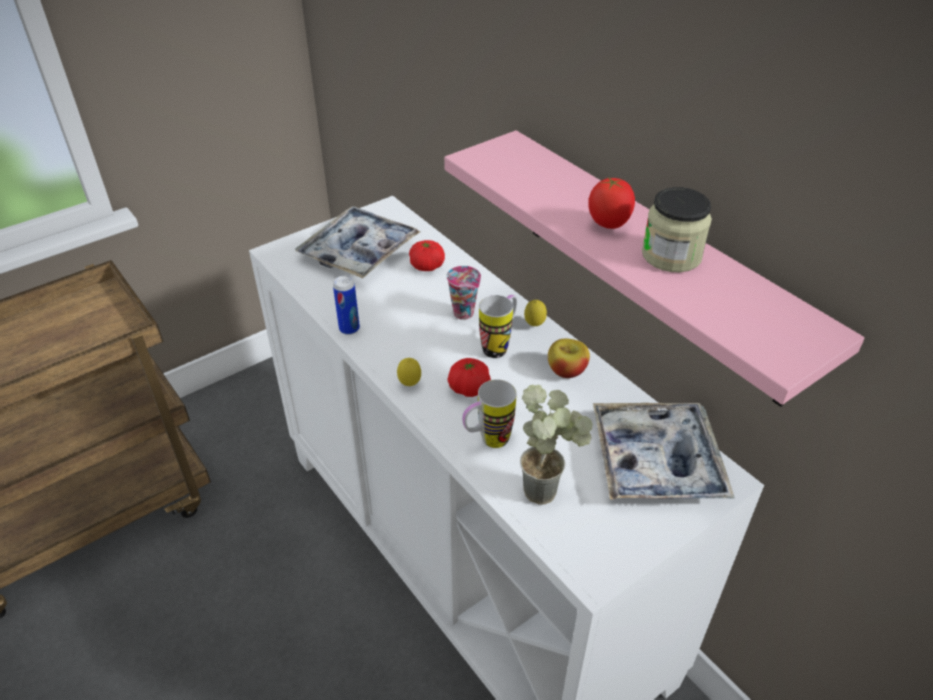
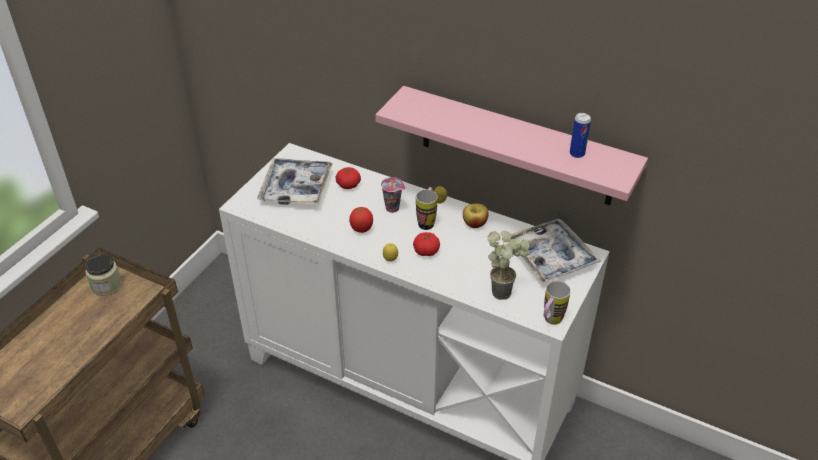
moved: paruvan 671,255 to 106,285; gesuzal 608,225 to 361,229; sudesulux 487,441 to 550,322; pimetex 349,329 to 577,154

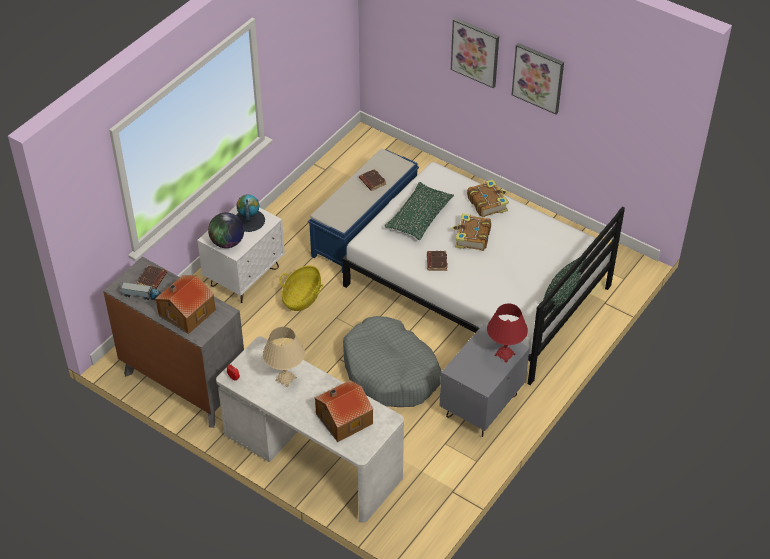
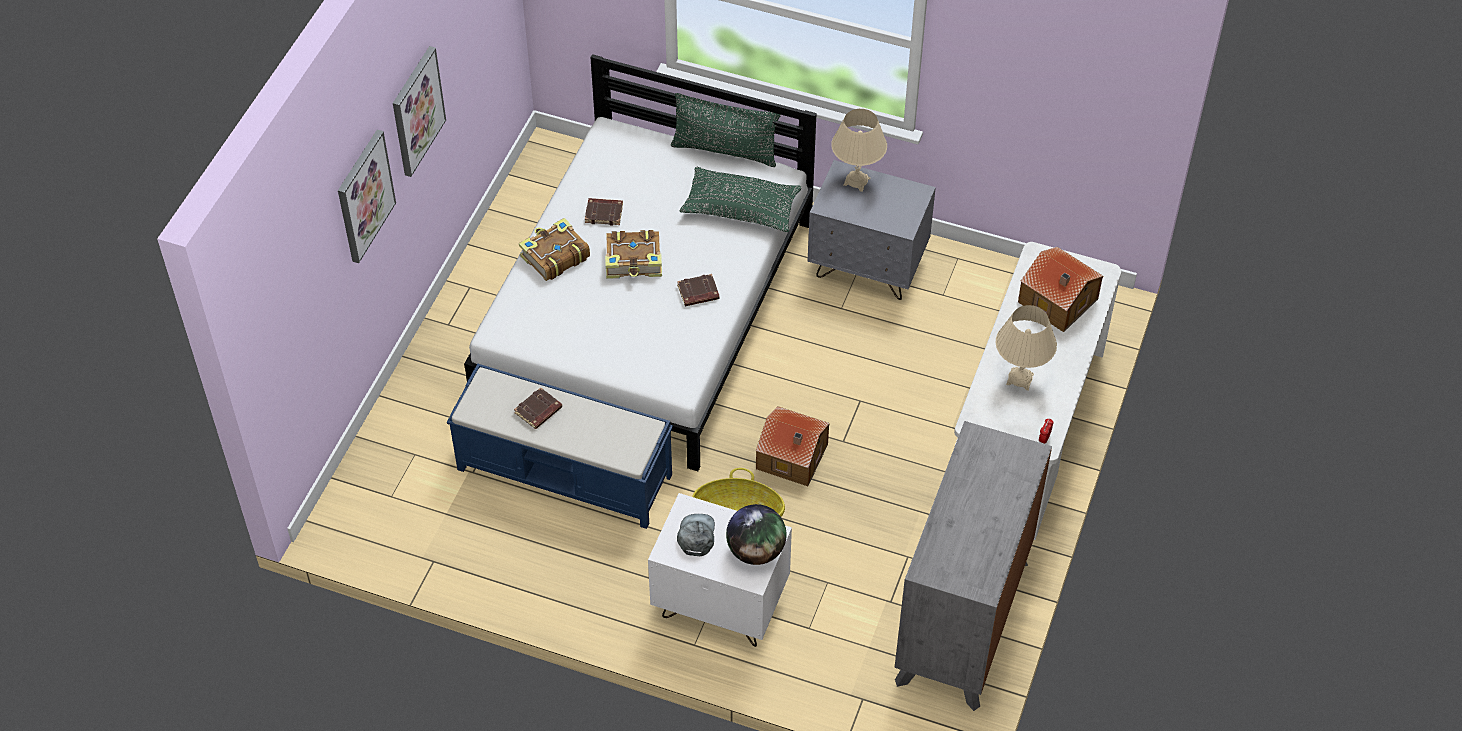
removed: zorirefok 144,296; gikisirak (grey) 391,372
moved: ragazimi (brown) 152,279 to 604,213; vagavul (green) 419,217 to 741,209; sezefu 185,312 to 792,458
replaced: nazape 249,220 to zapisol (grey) 696,536
recoloured: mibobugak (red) 504,354 to mibobugak (beige) 856,181

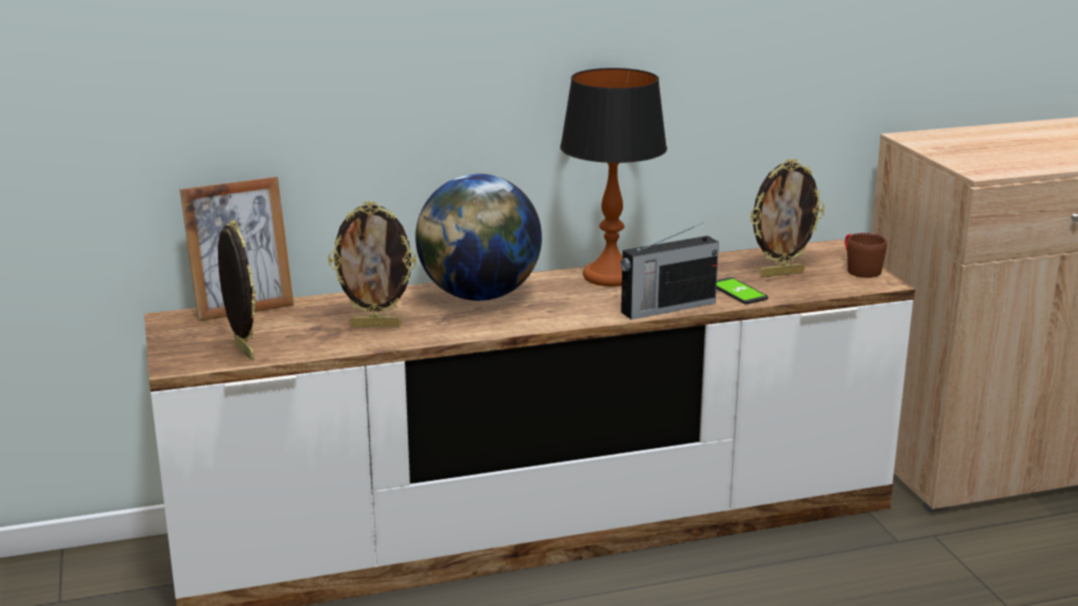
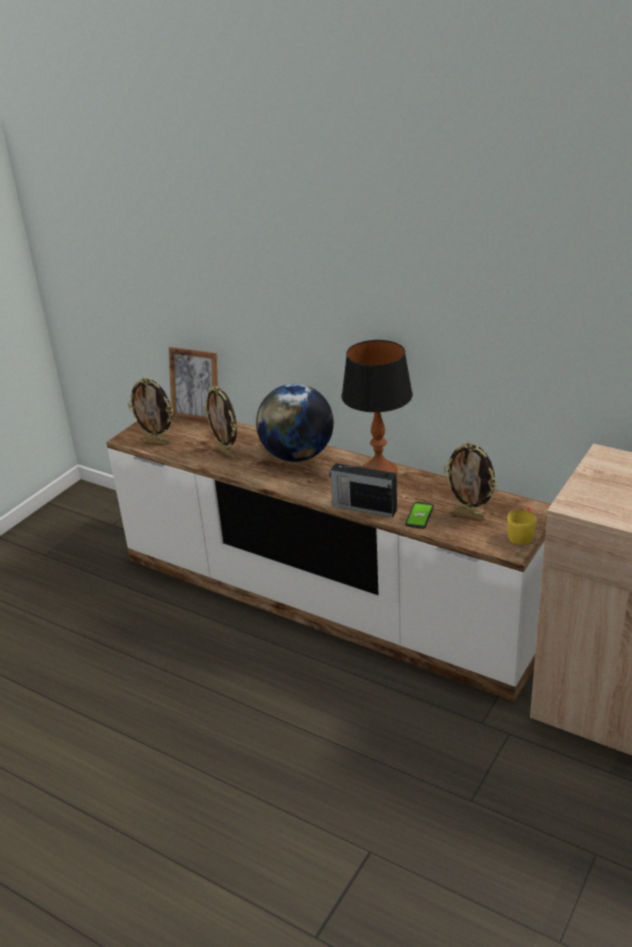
recoloured: sudesulux (brown) 859,269 to sudesulux (yellow) 522,534
turned: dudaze 242,351 = 157,442 90 degrees clockwise

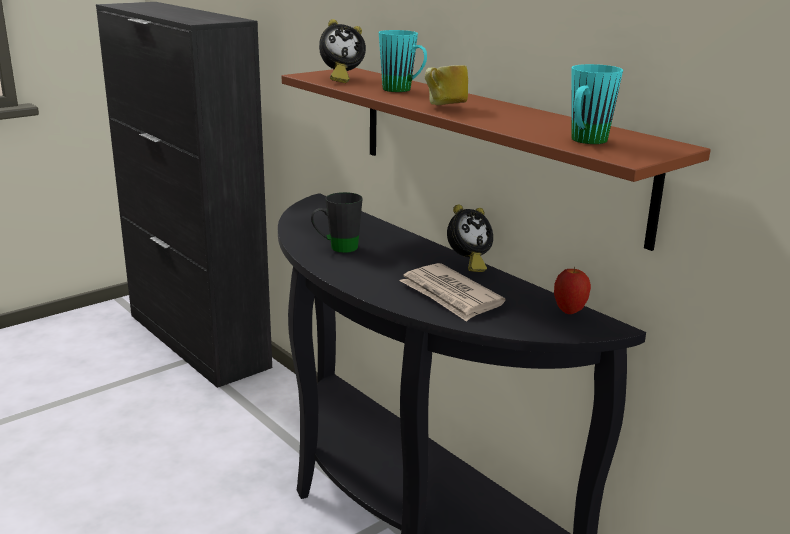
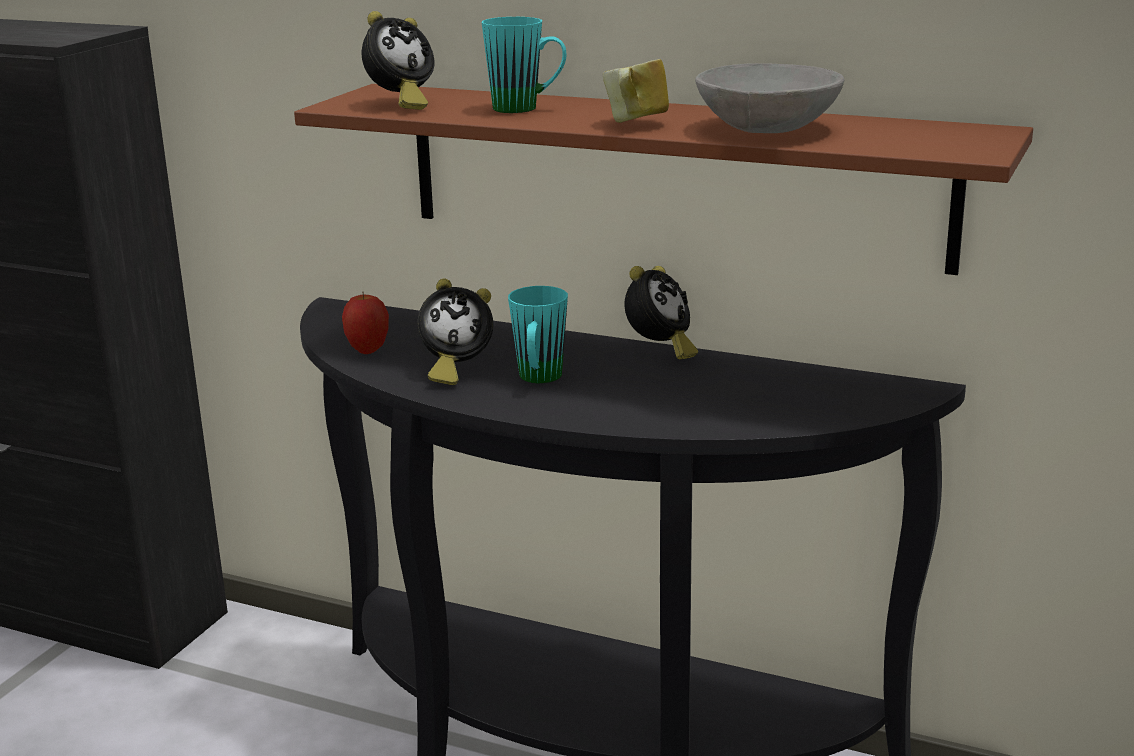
removed: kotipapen 450,296
added: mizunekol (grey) 766,129
moved: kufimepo 569,311 to 368,350; sudesulux (turquoise) 585,142 to 538,380
replaced: sudesulux (black) 337,248 to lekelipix 455,371

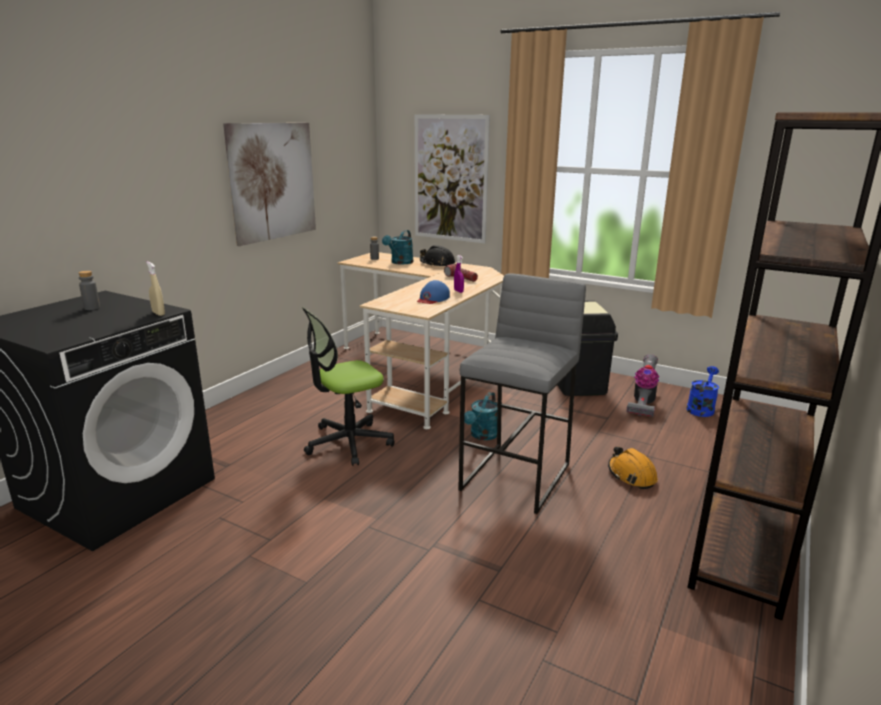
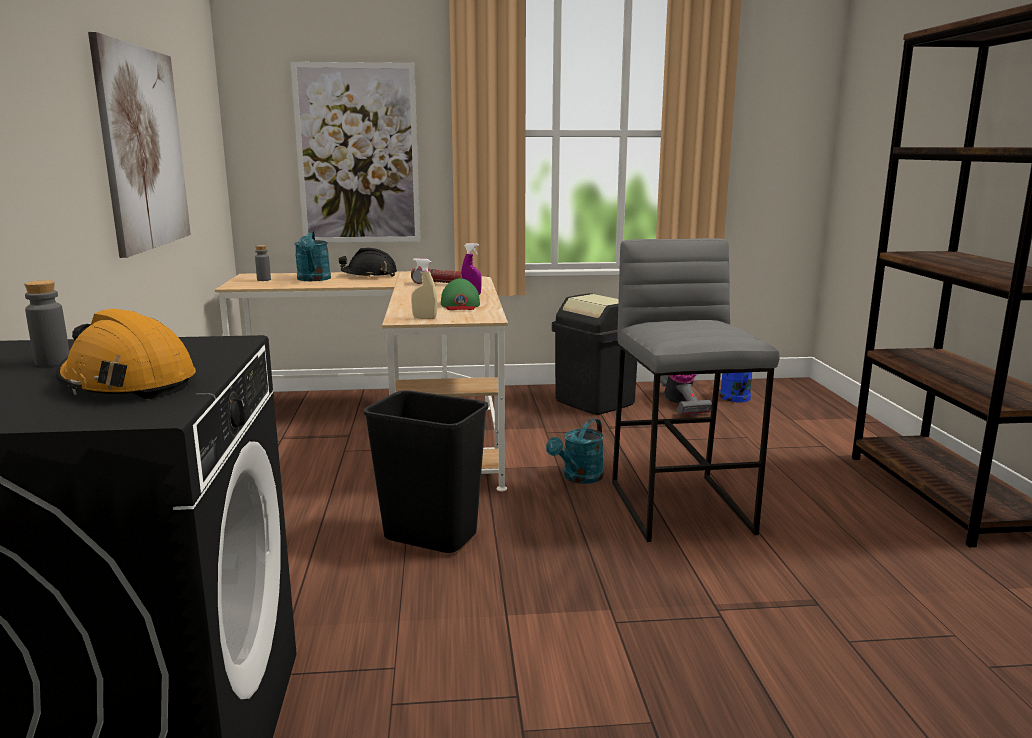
moved: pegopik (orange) 631,475 to 127,383; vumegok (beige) 158,313 to 424,318
replaced: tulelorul 348,443 to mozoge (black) 429,537
recoloured: zapisol (blue) 432,298 to zapisol (green) 460,305
turned: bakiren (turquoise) 482,436 = 579,478 45 degrees clockwise

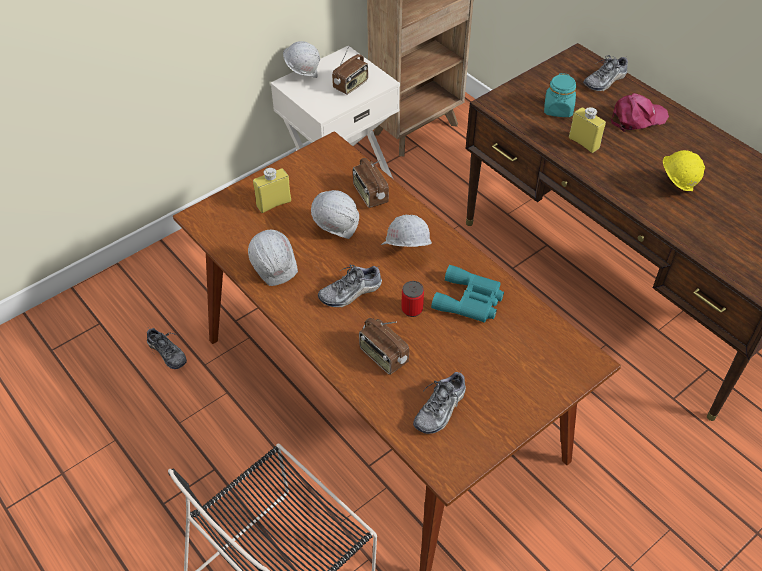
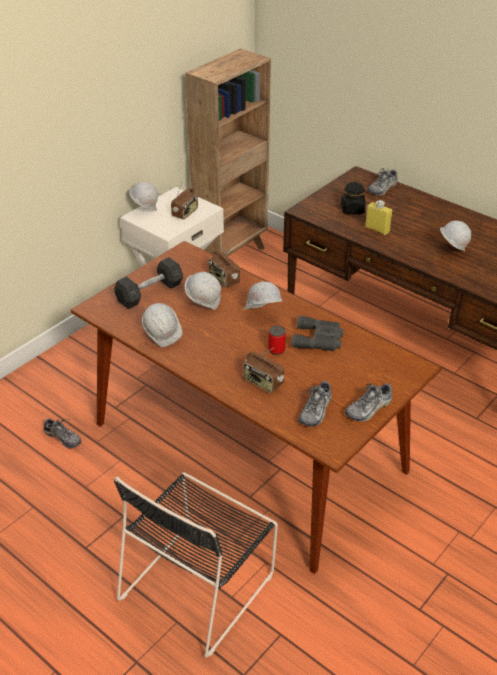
removed: zapisol (pink) 637,118
moved: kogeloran 350,292 to 369,408
replaced: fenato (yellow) 274,203 to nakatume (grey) 150,293
recoloured: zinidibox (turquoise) 470,301 to zinidibox (grey) 319,339; paruvan (turquoise) 558,109 to paruvan (black) 352,210; pegopik (yellow) 675,188 to pegopik (white) 451,251

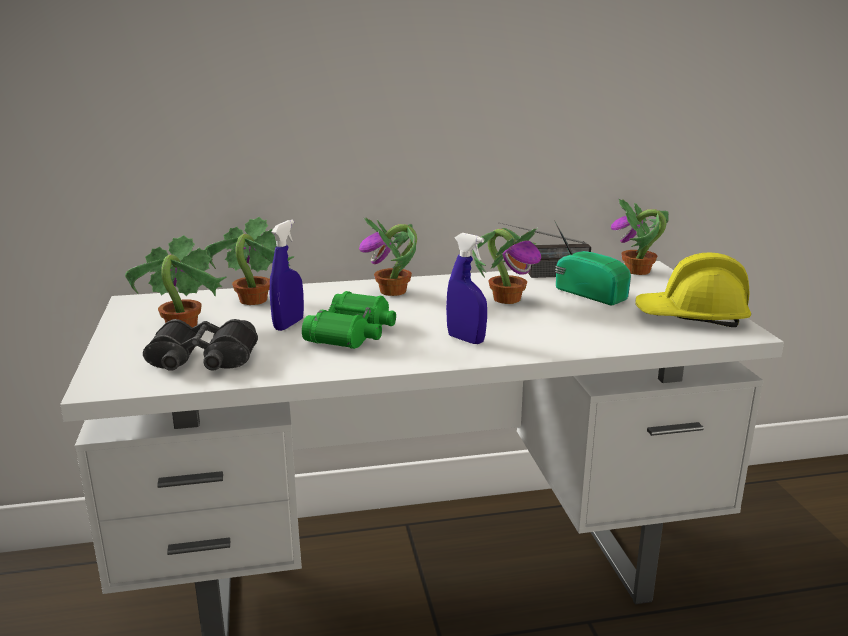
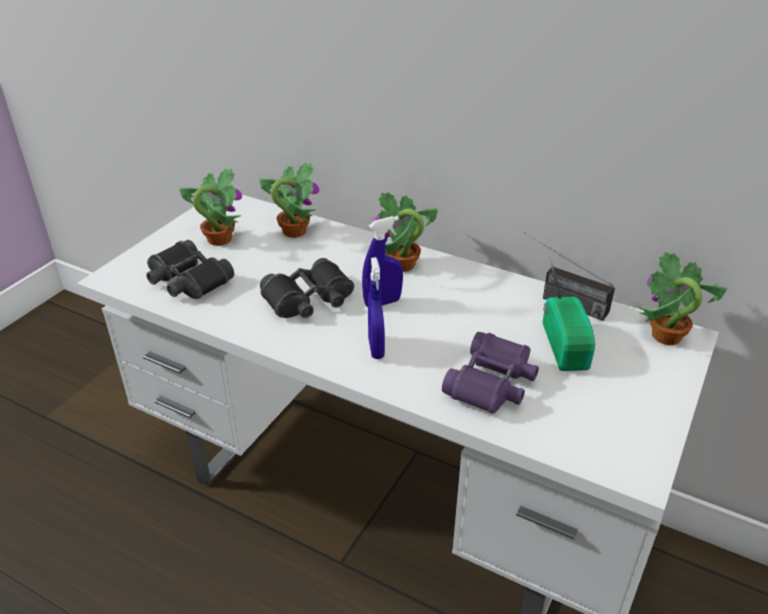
removed: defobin 507,299; pegopik (yellow) 691,317
added: zinidibox (purple) 492,383
moved: vumegok (blue) 288,324 to 382,302
recoloured: zinidibox (green) 353,333 to zinidibox (black) 309,300

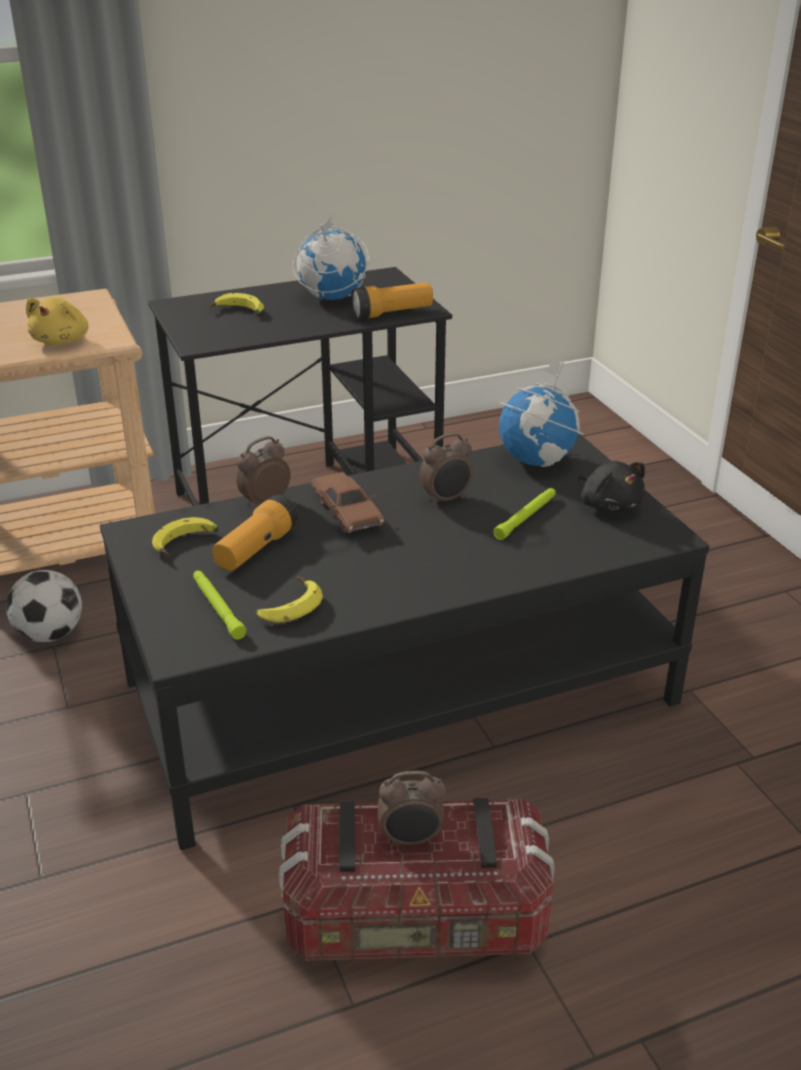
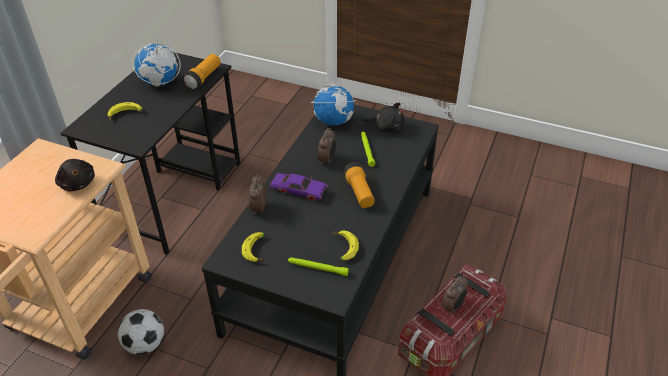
moved: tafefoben 256,549 to 359,192
recoloured: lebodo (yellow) 62,341 to lebodo (black) 77,183; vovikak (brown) 347,512 to vovikak (purple) 298,191

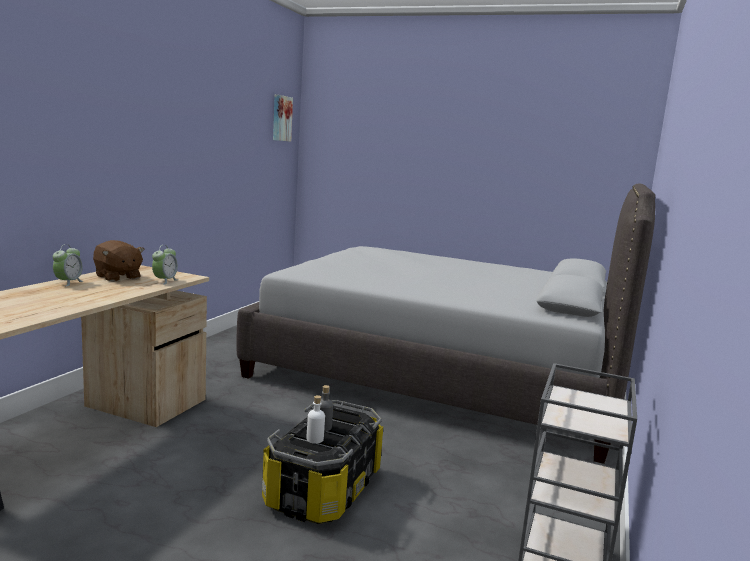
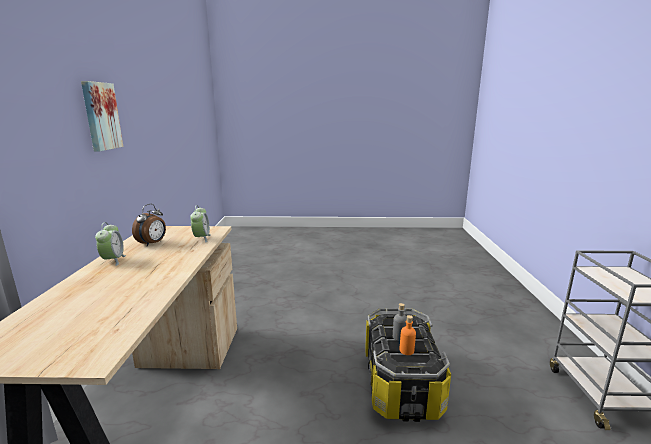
removed: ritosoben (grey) 441,373
moved: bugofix 281,118 to 100,116
replaced: lebodo (brown) 117,277 to lekelipix 153,243
recoloured: fenato (white) 315,439 to fenato (orange) 406,350

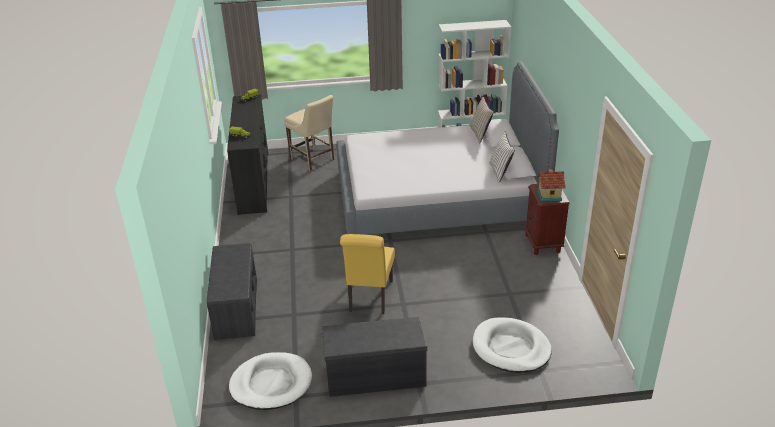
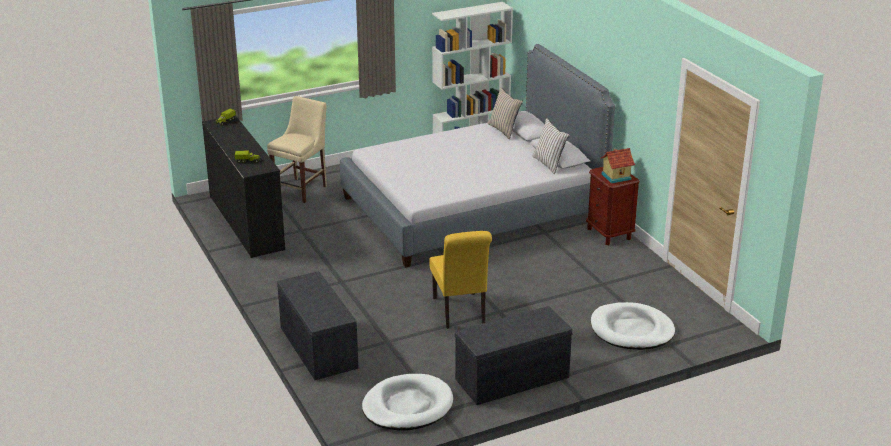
turned: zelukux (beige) 313,160 = 302,189 90 degrees counterclockwise

